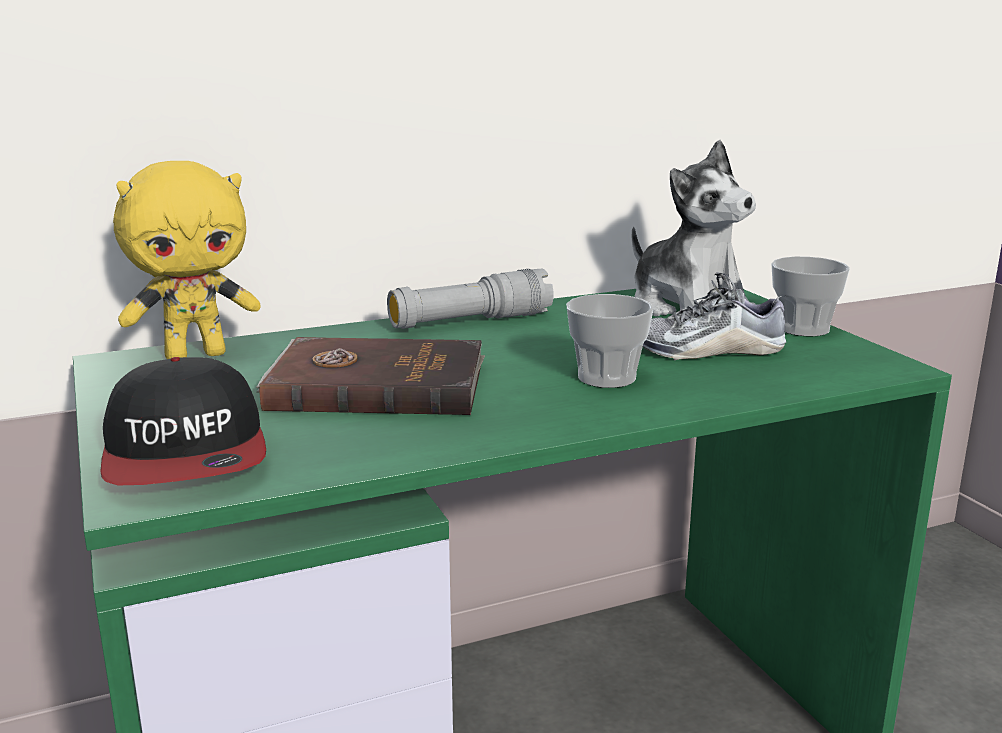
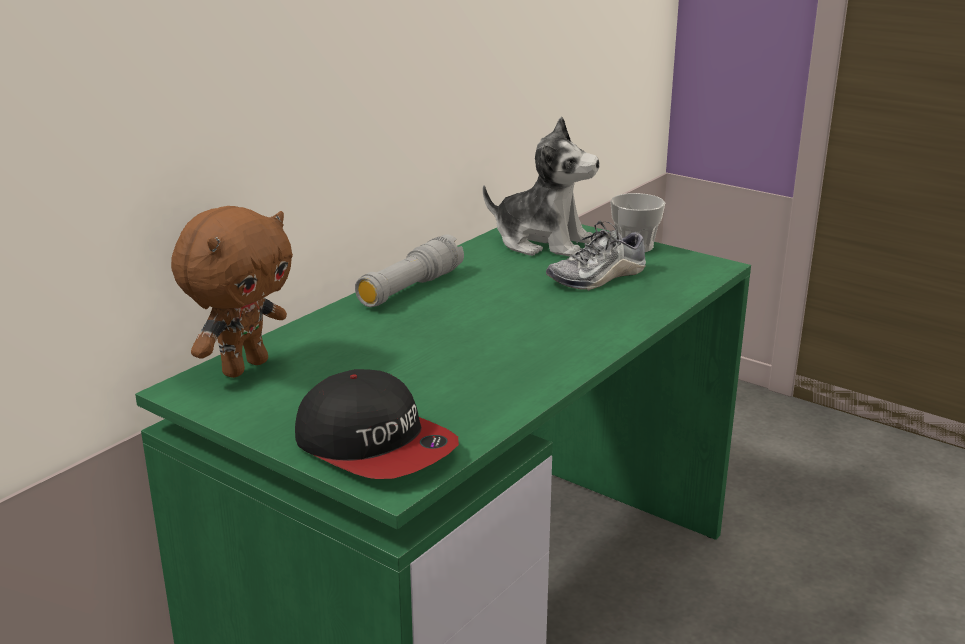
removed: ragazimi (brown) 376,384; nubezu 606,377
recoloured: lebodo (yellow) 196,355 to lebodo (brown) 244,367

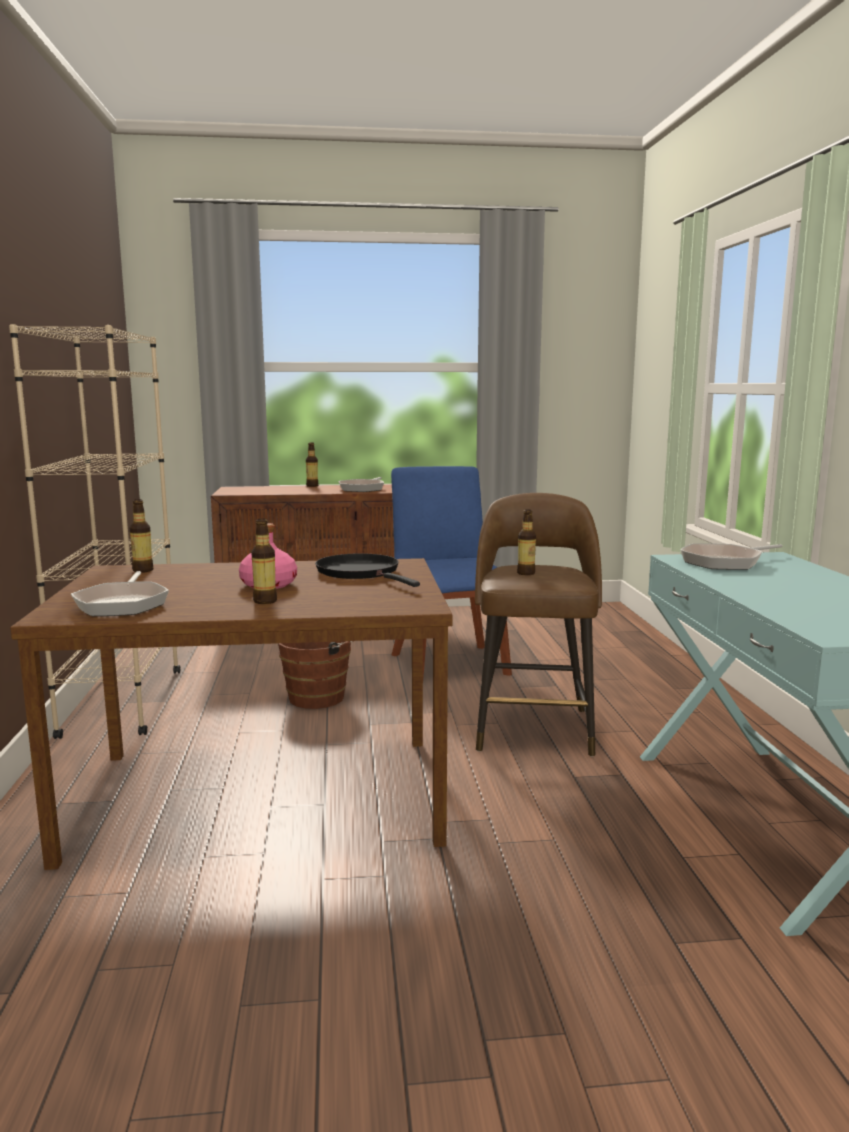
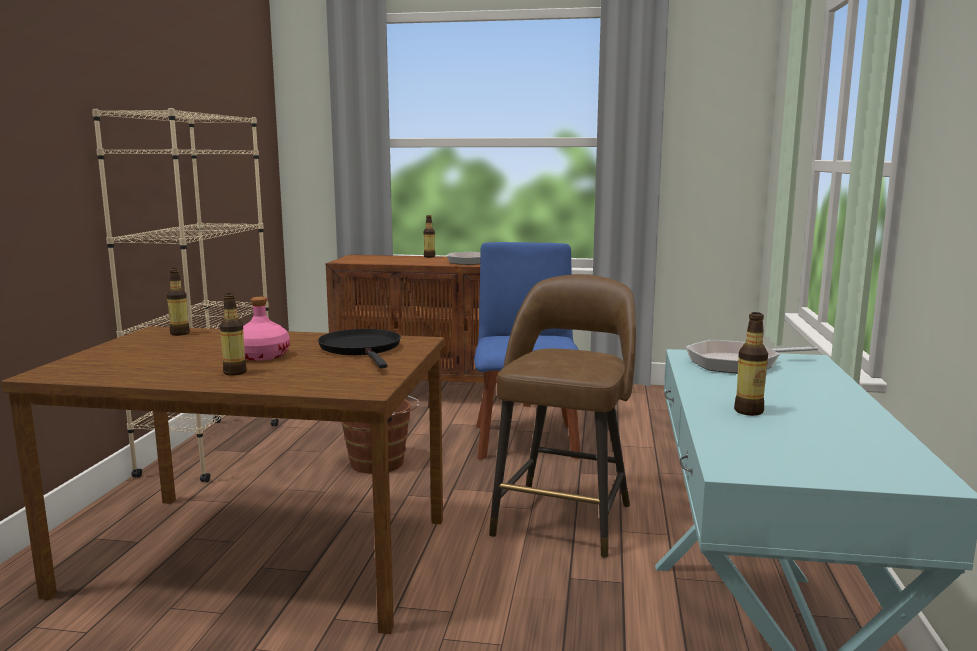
removed: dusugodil 123,604
moved: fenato 526,573 to 748,411

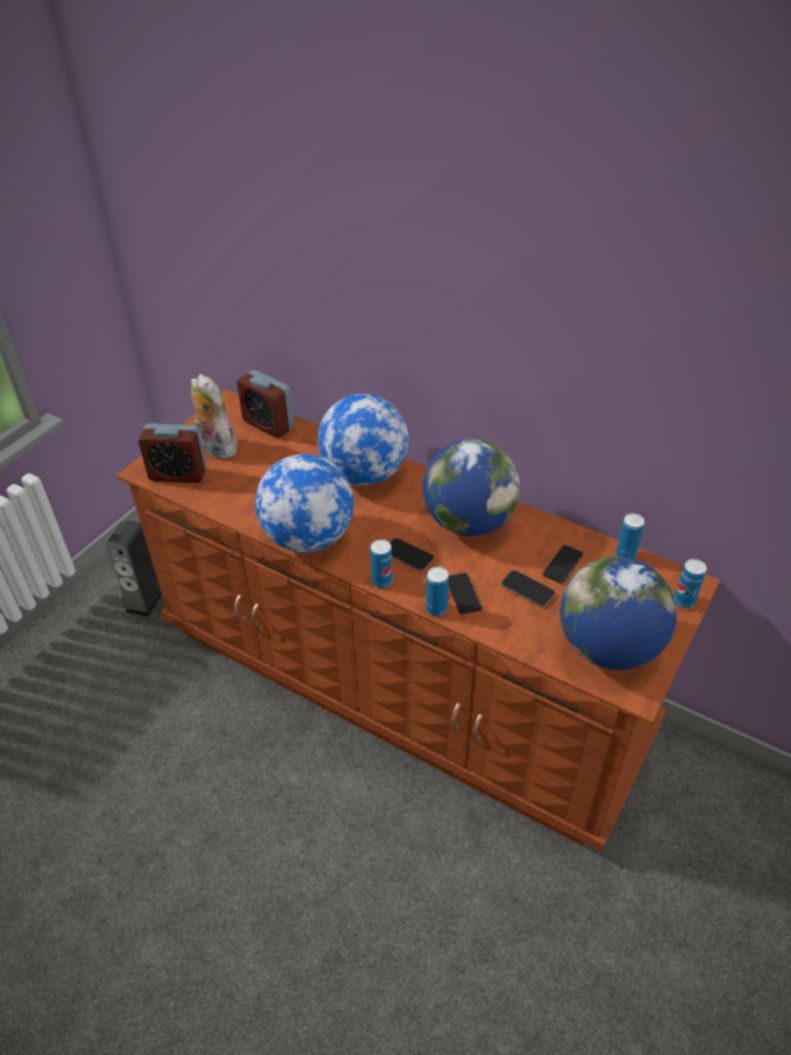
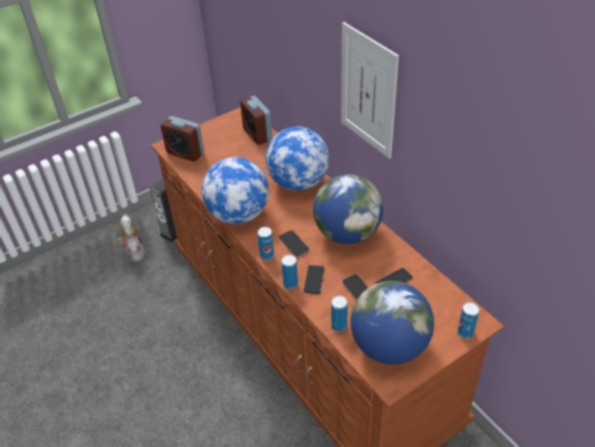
added: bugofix 368,91
moved: lebodo 216,447 to 134,252; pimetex 625,555 to 339,326

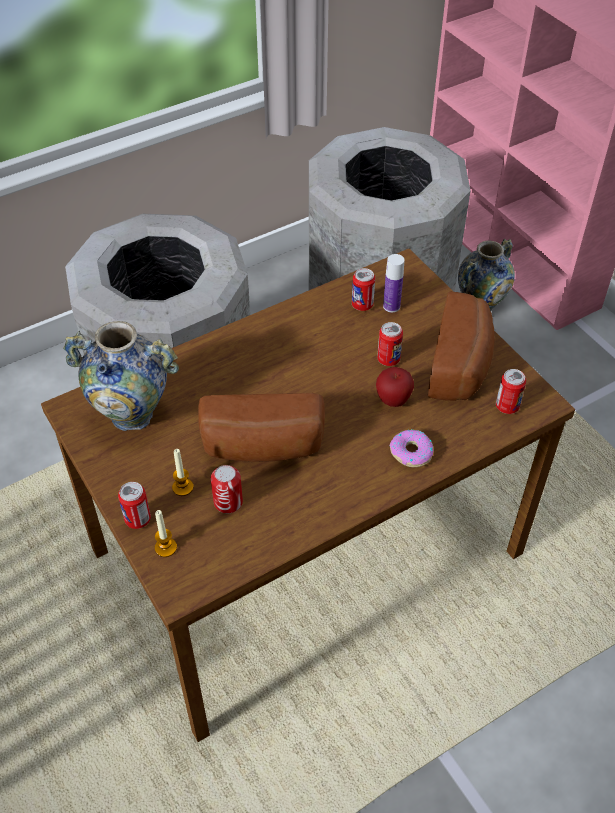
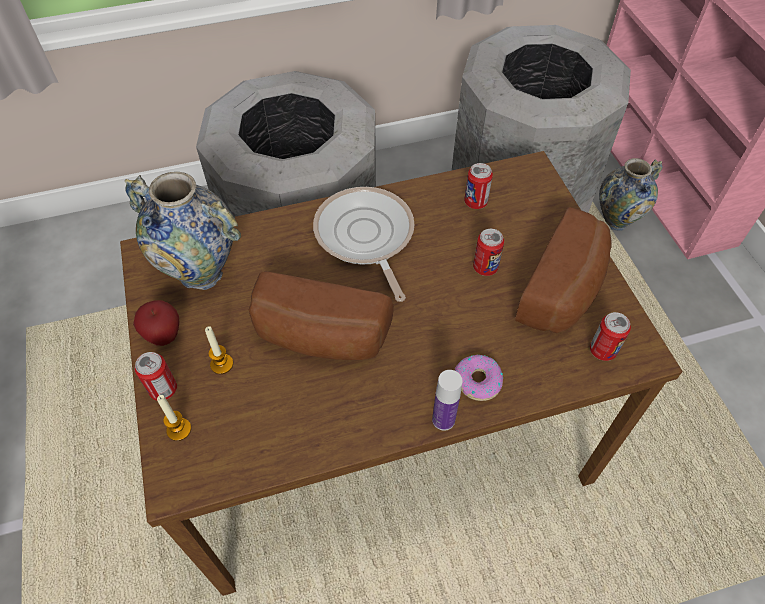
removed: pimetex 228,502
added: dusugodil 365,237
moved: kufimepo 393,400 to 164,336; fenato 391,306 to 443,420

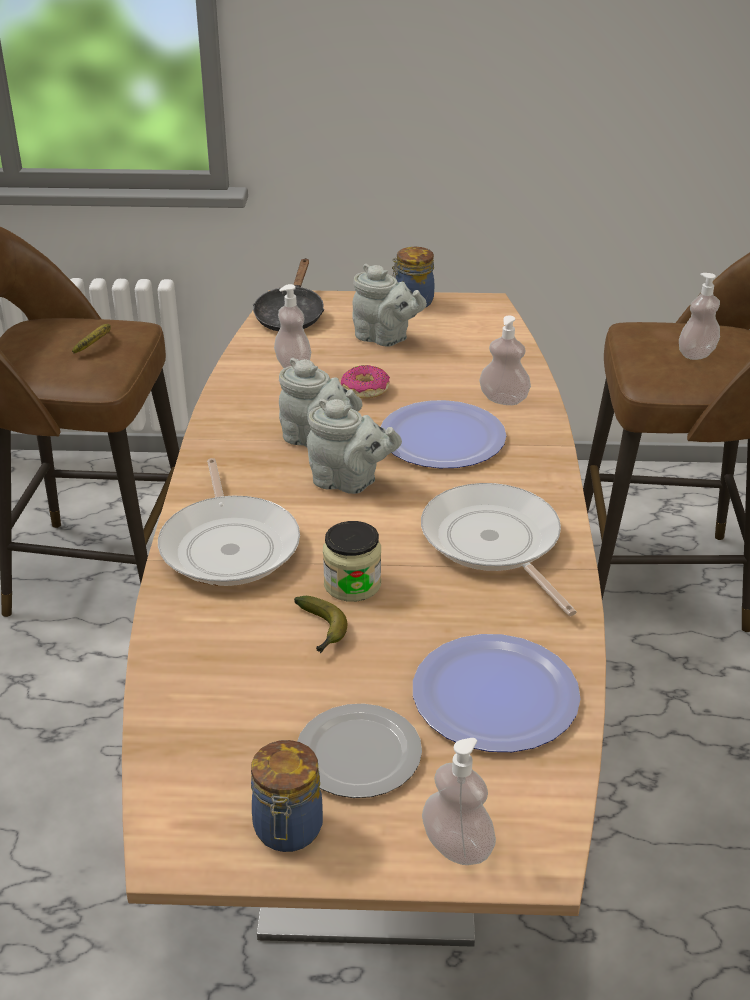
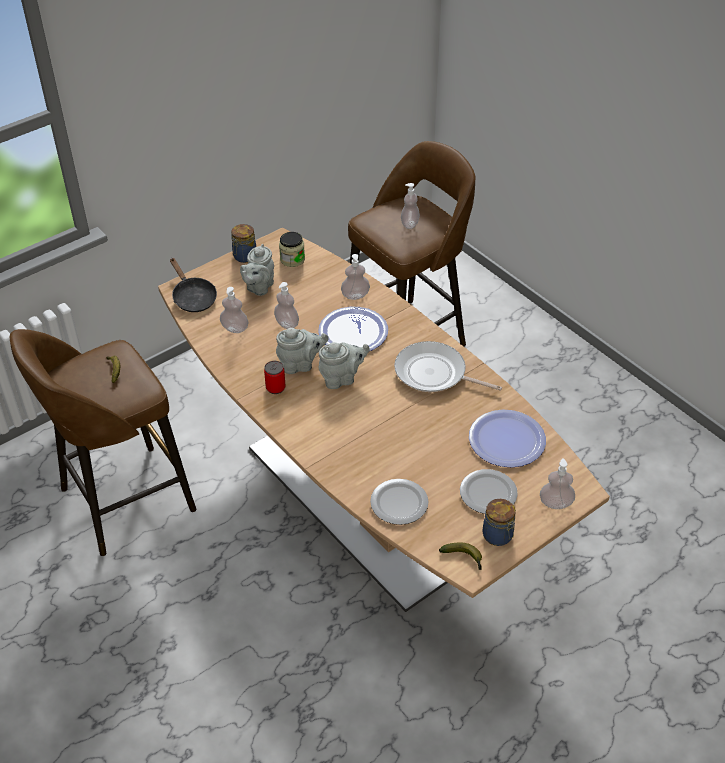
removed: dusugodil 230,545
added: pimetex 275,388; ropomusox 400,503
moved: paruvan 352,584 to 292,259; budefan 321,631 to 464,558
replaced: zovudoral 365,389 to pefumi 287,324
turned: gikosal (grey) 385,338 = 259,287 120 degrees clockwise

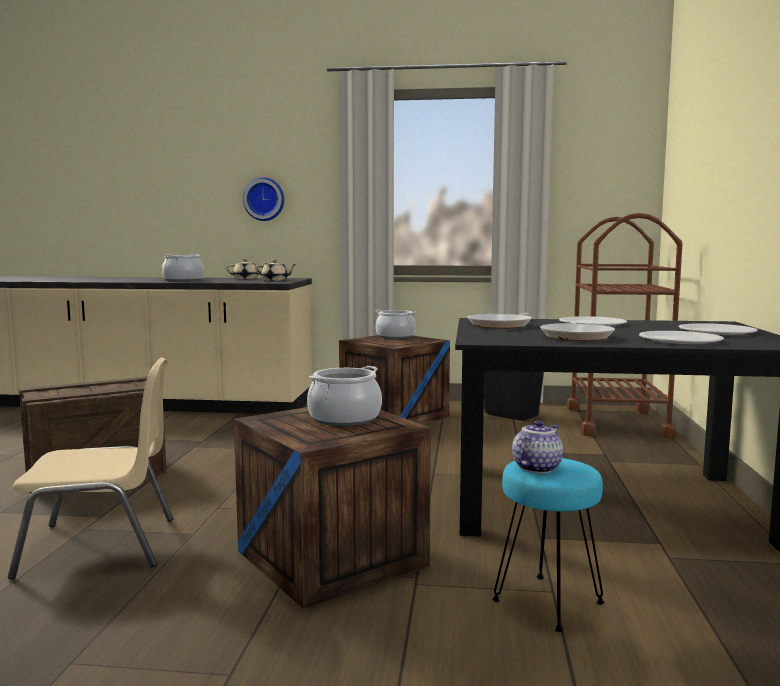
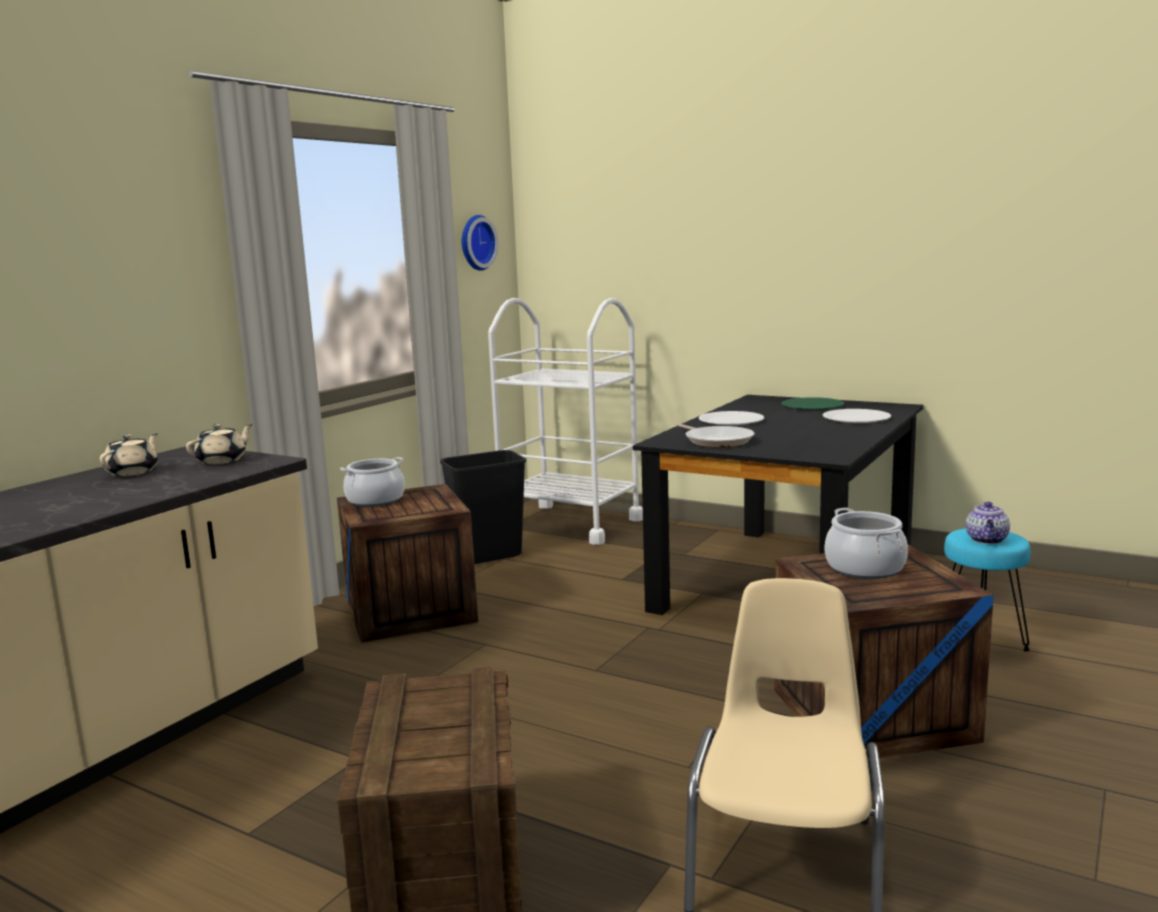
removed: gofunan 183,280; dusugodil 576,336
moved: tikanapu 264,199 to 475,243
recoloured: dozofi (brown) 617,422 to dozofi (white) 570,524; ropomusox (white) 716,331 to ropomusox (green) 812,406
turned: gikosal 536,467 = 987,540 135 degrees counterclockwise

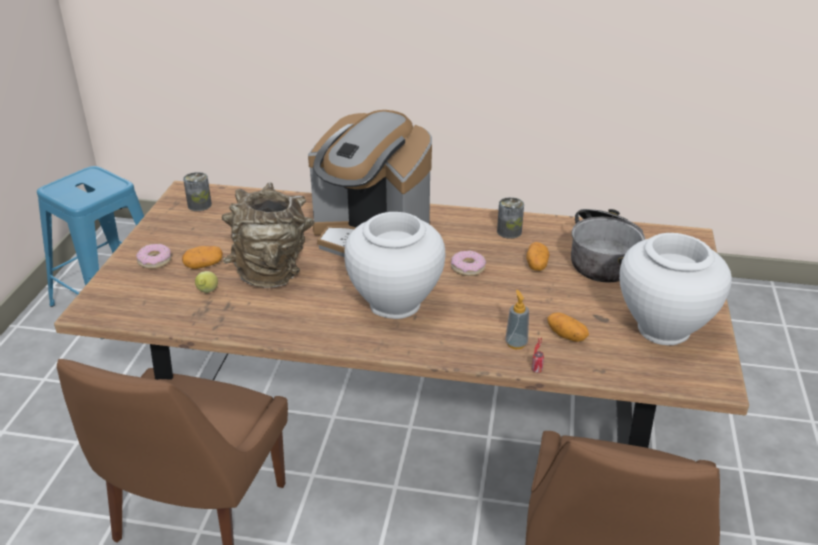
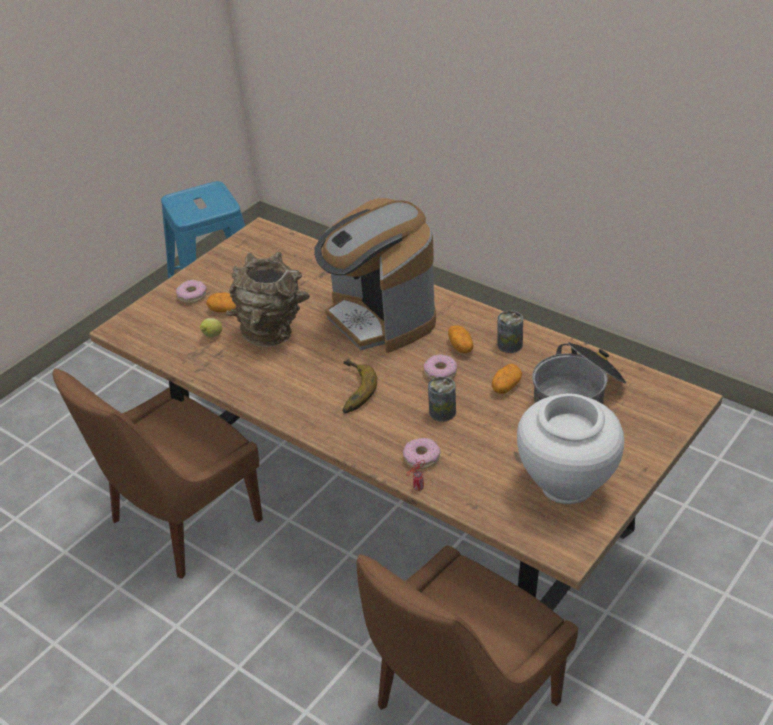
moved: pimetex 199,205 to 442,412; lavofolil 566,335 to 461,346
replaced: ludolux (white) 395,304 to budefan 350,390; pefumi 516,343 to zovudoral 421,458

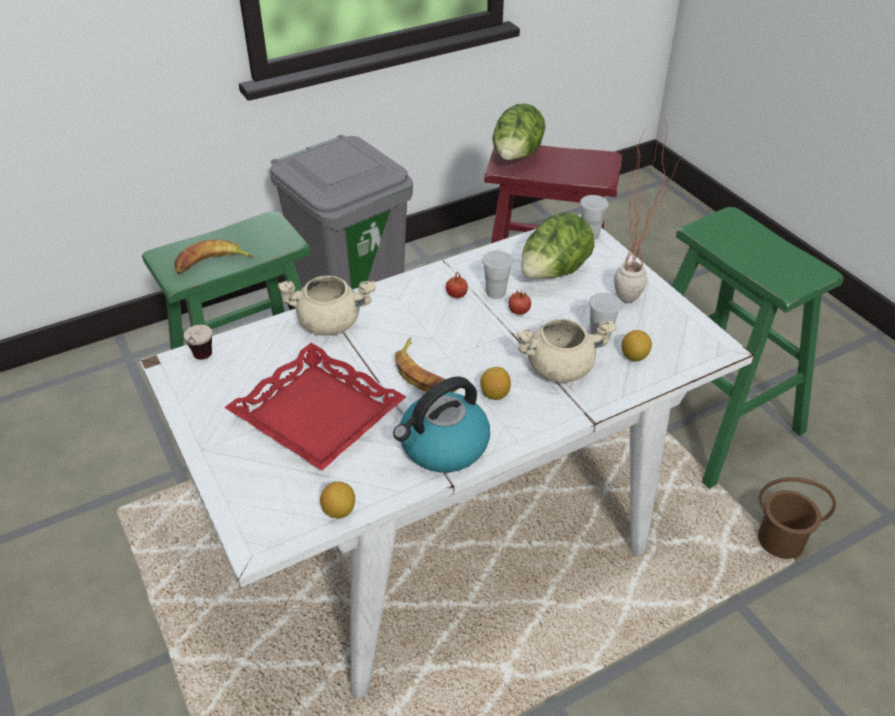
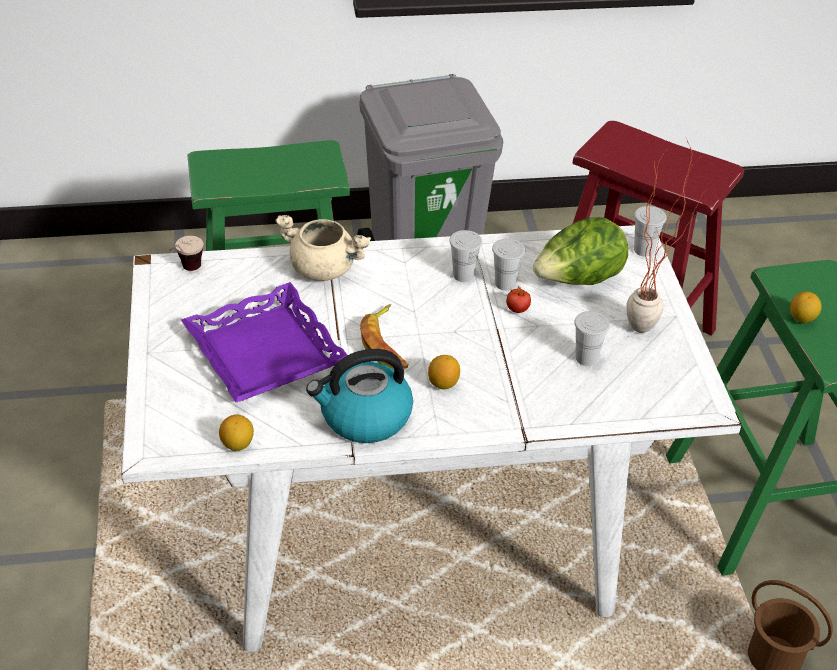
removed: budefan 212,263; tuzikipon 516,158; gofunan (beige) 560,367
moved: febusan 634,357 to 802,318
replaced: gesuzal 456,295 to nubezu (white) 463,275
recoloured: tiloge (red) 316,415 to tiloge (purple) 264,352

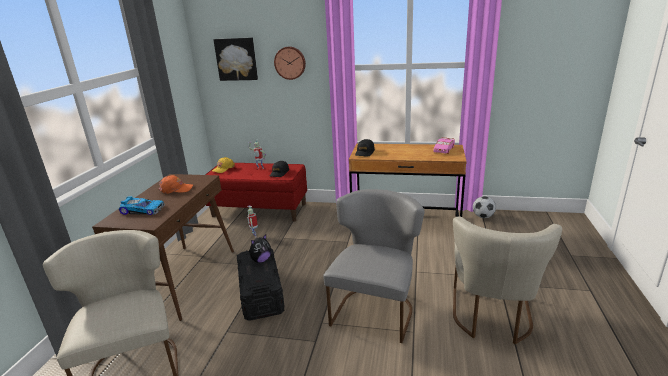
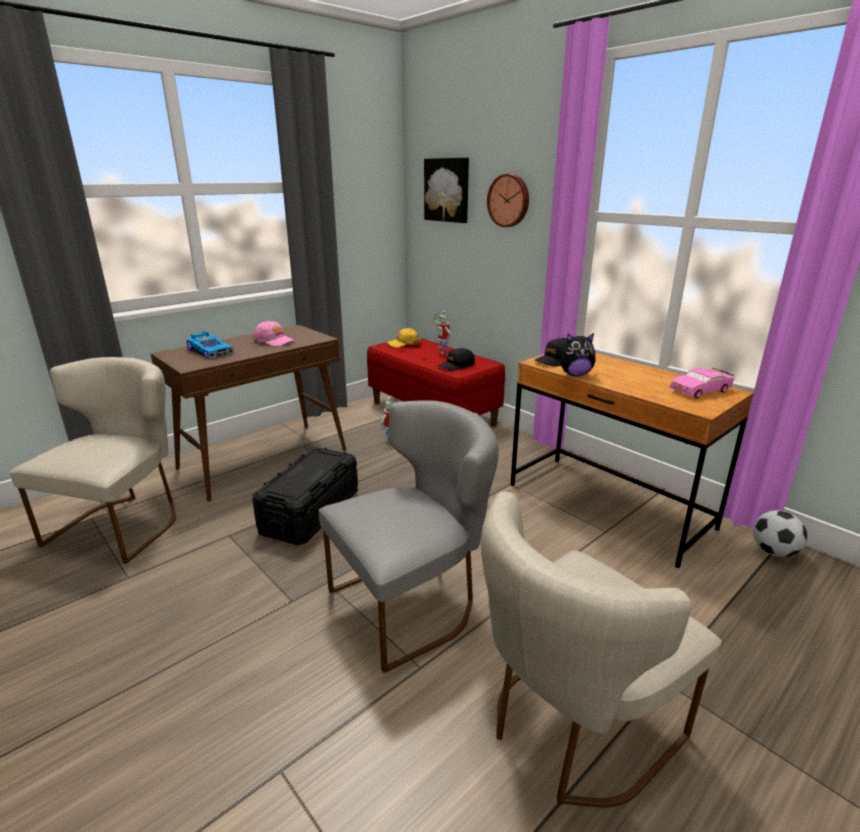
moved: lebodo 261,260 to 575,374
recoloured: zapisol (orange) 176,189 to zapisol (pink) 274,341

